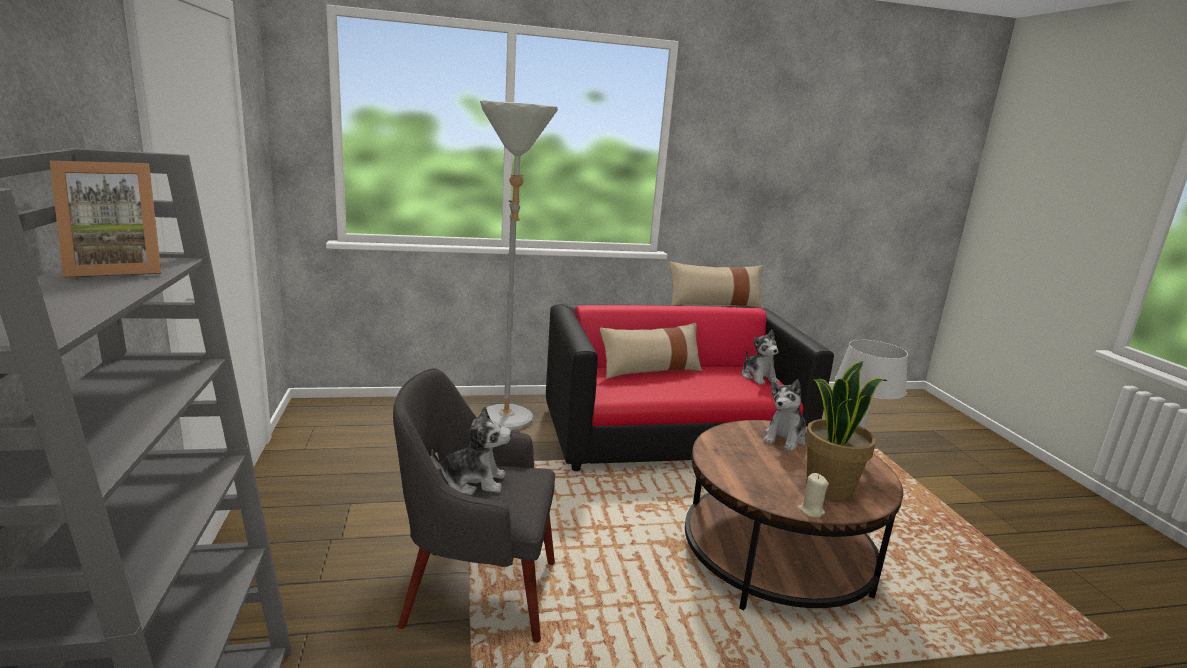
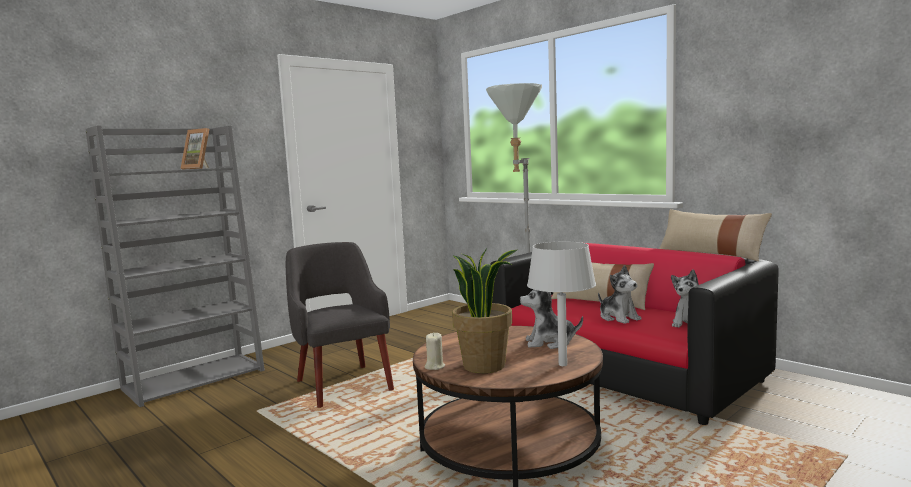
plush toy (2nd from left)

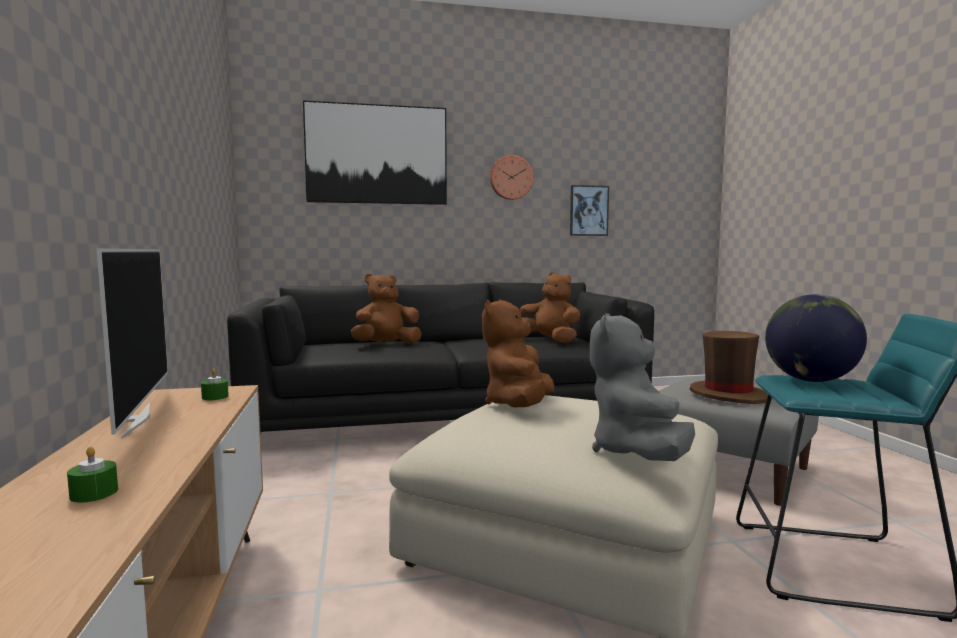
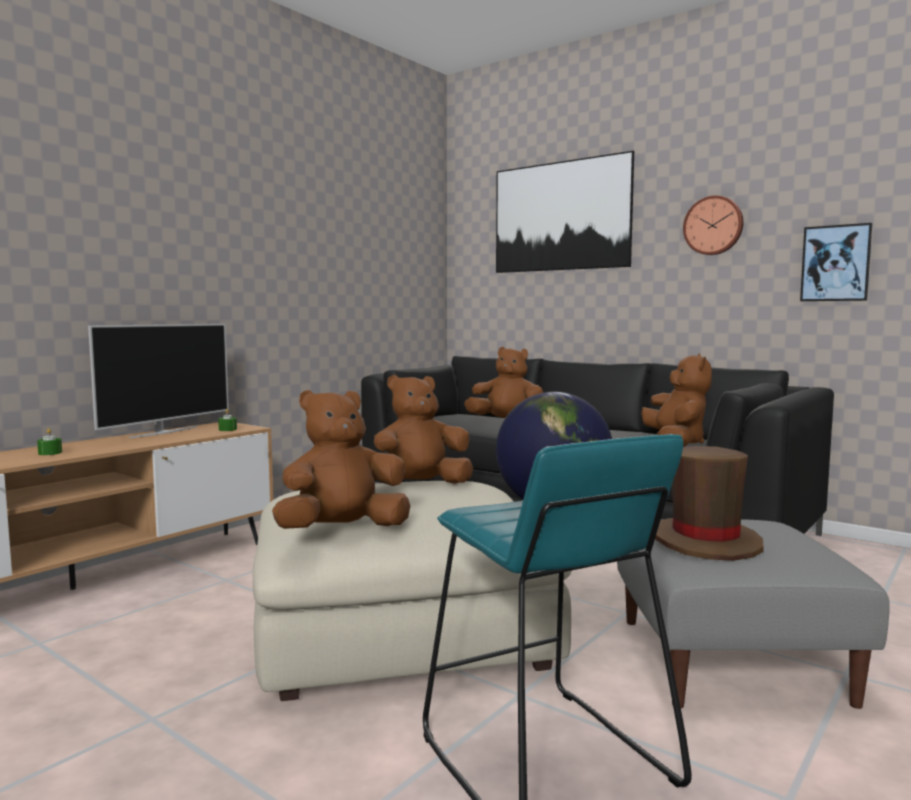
brown plush toy (1st from left)

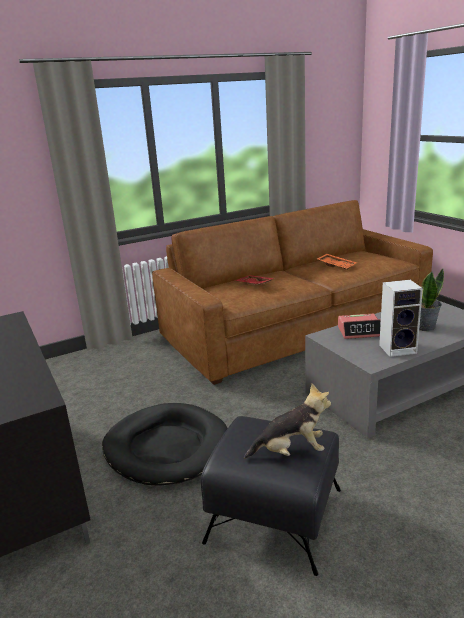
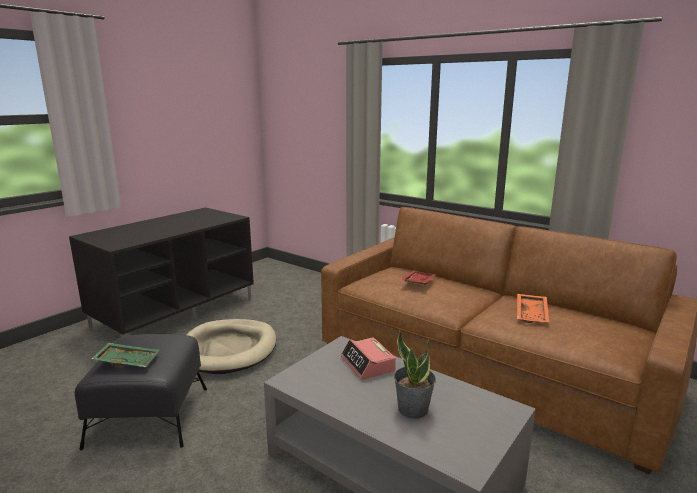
speaker; green tray; beige dog bed

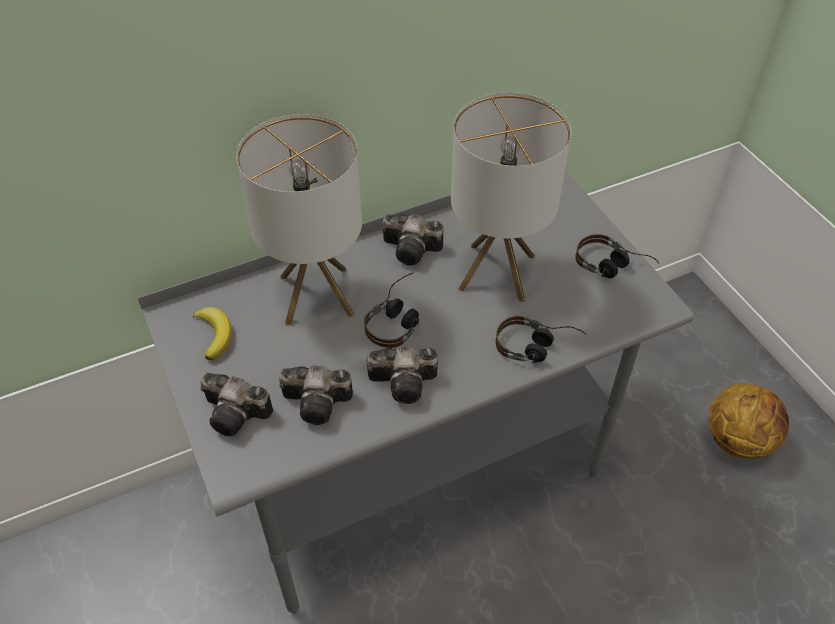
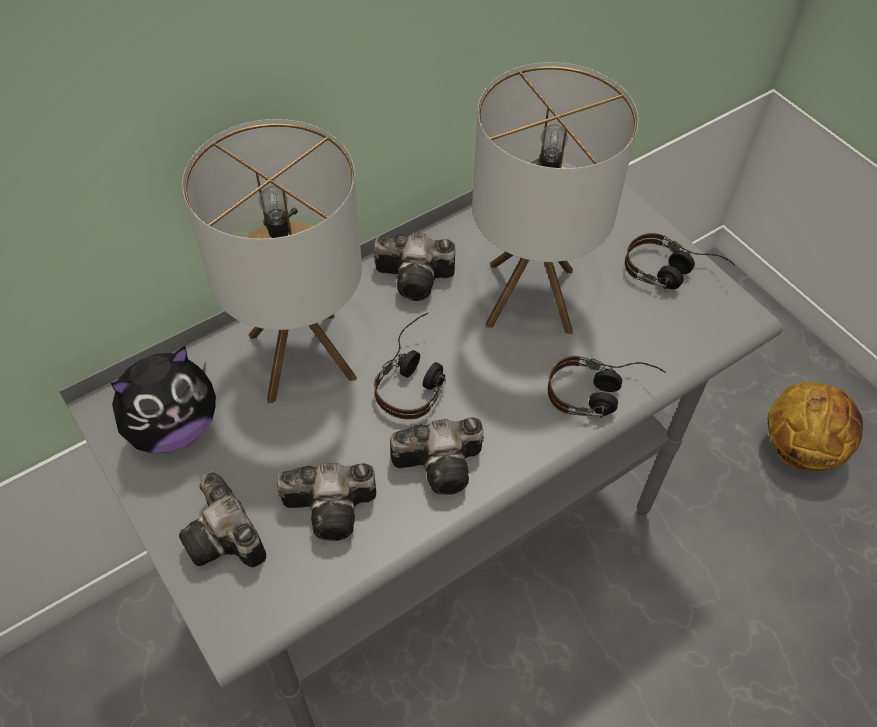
plush toy; photo camera (1st from left)

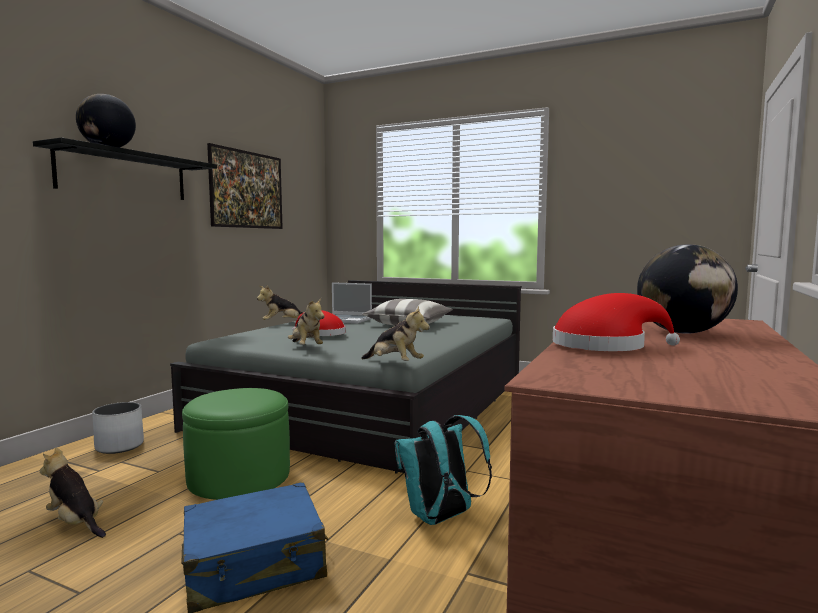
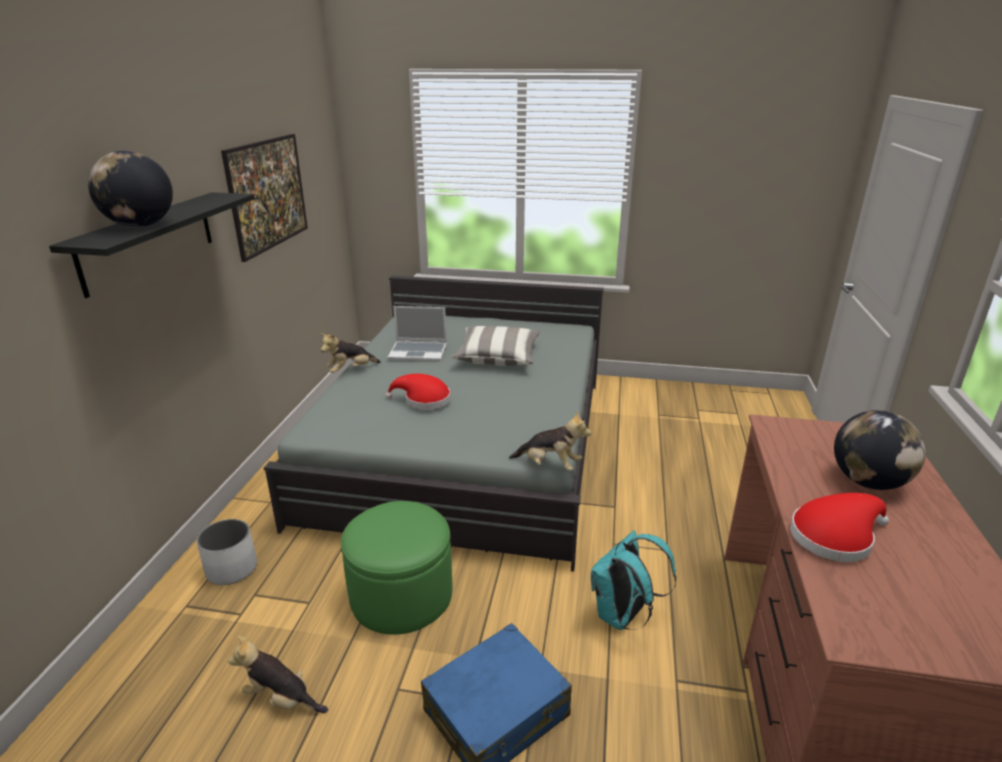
plush toy (3rd from left in the first image)

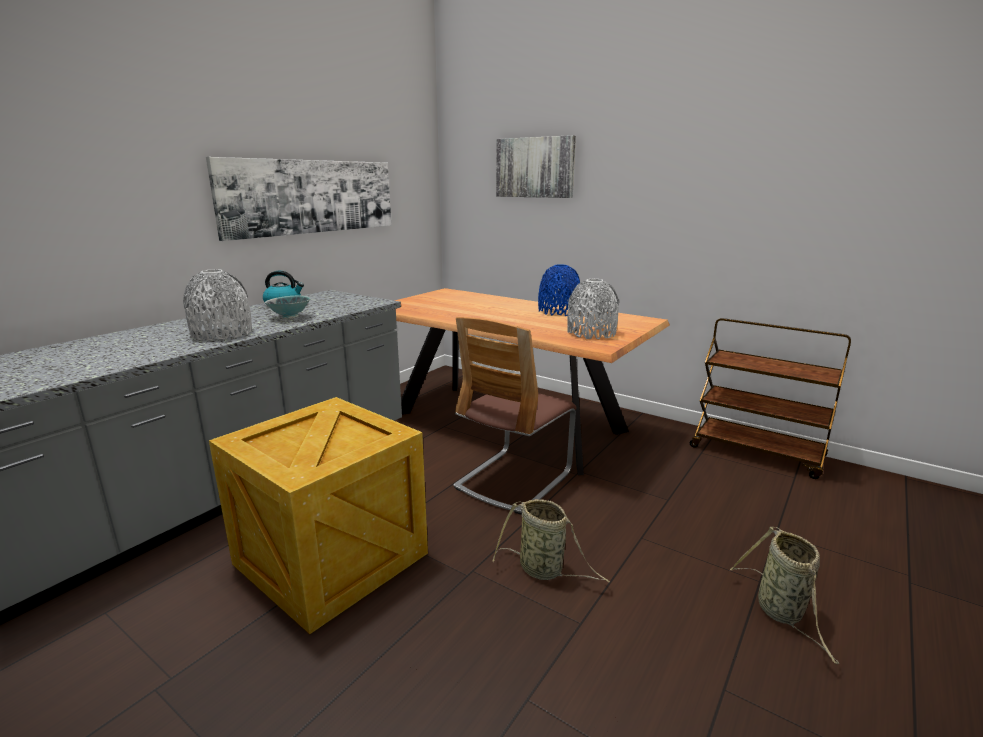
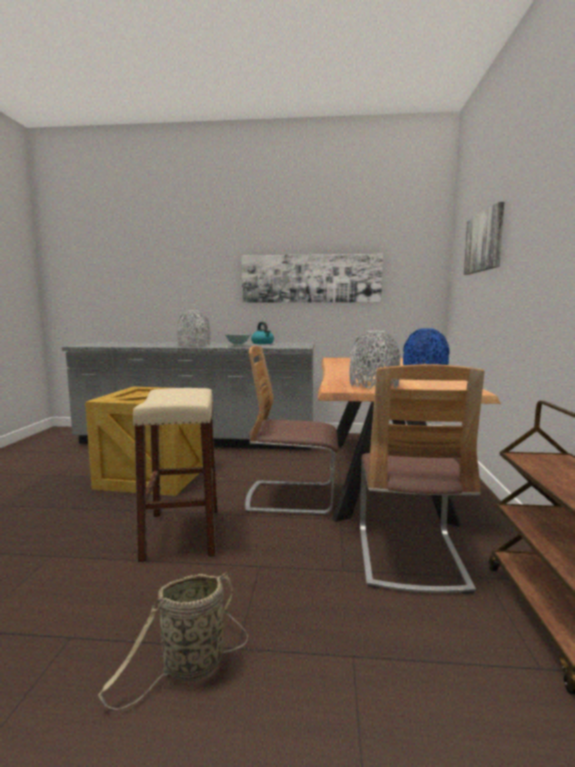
chair (2nd from left); beige stool

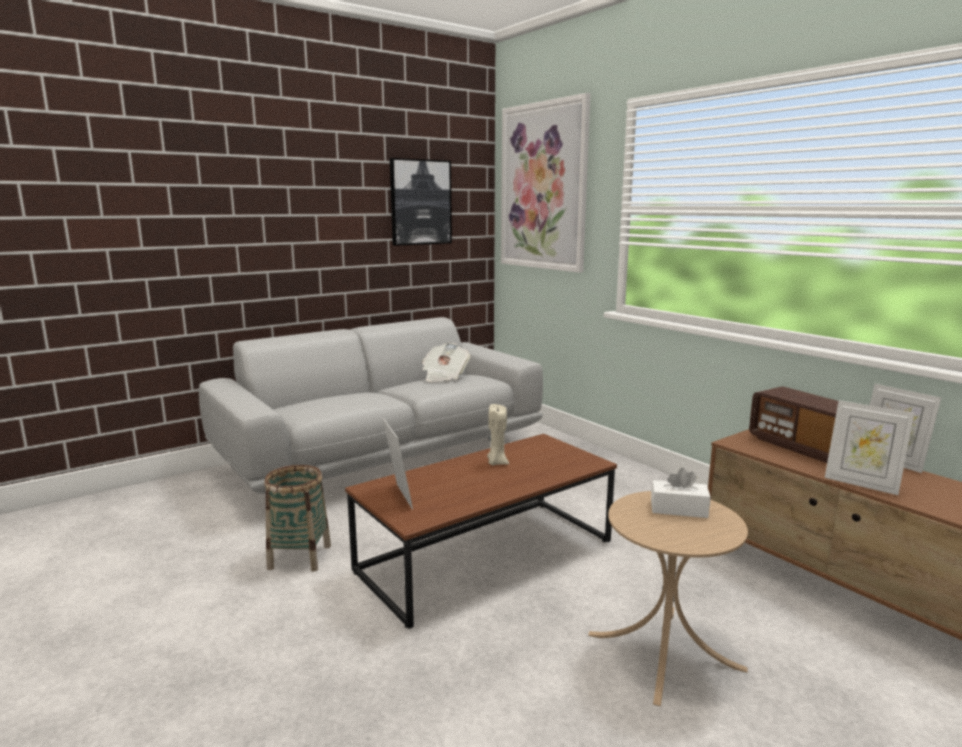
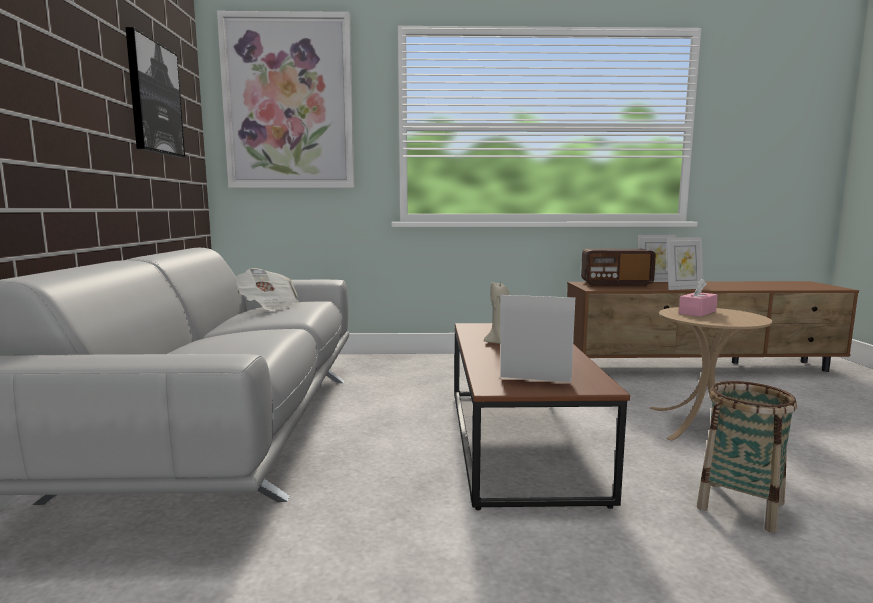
basket; pink tissue box

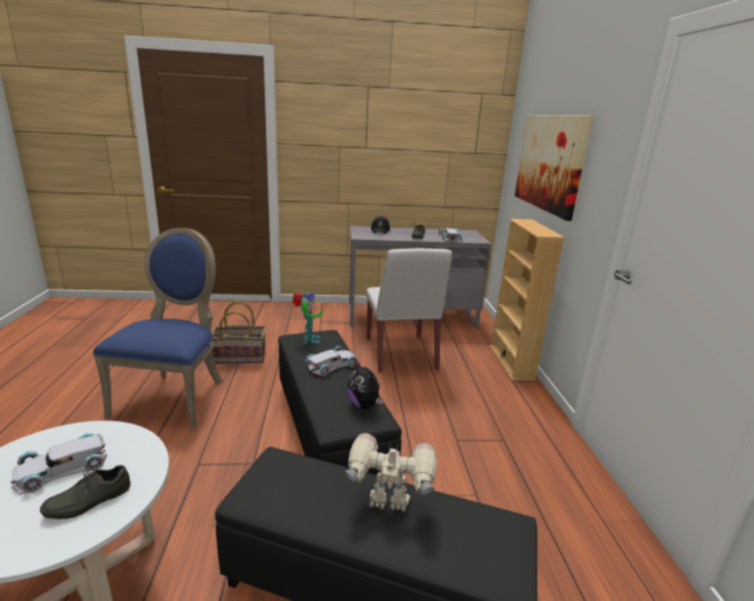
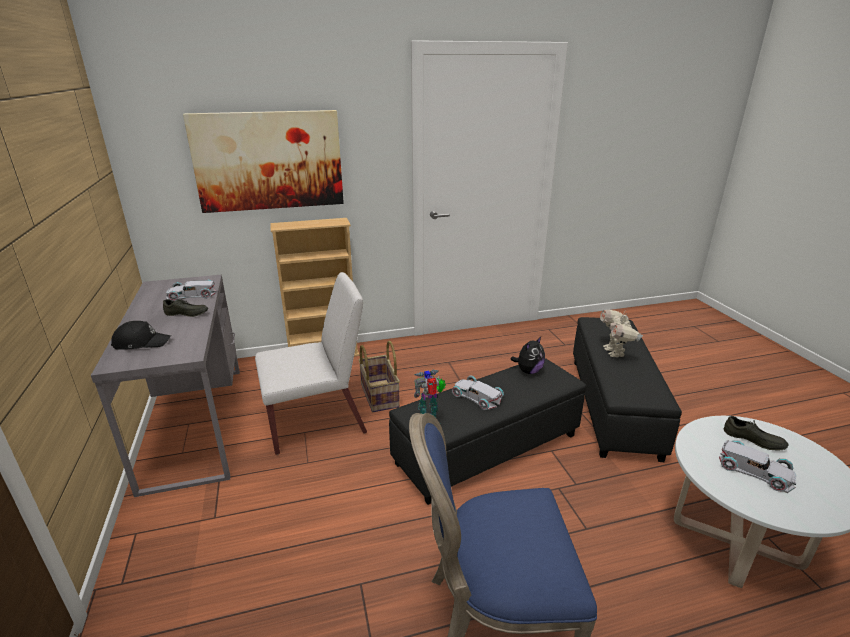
basket

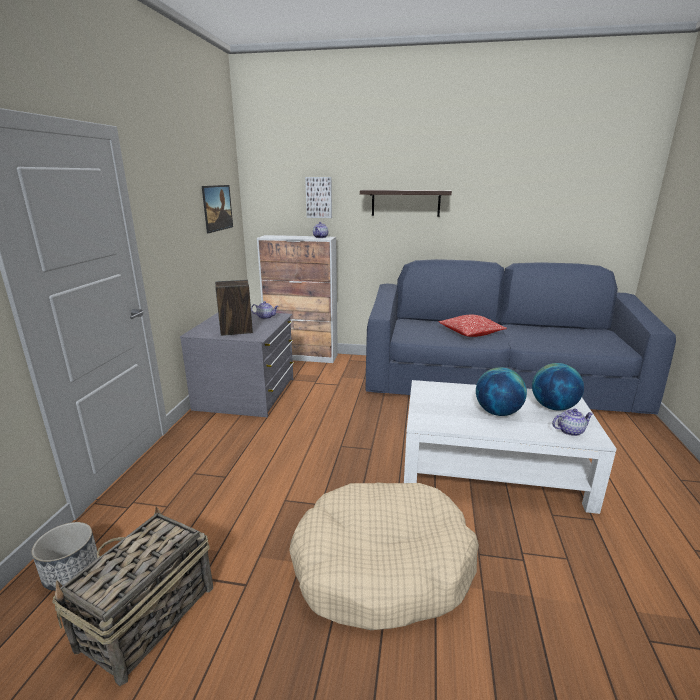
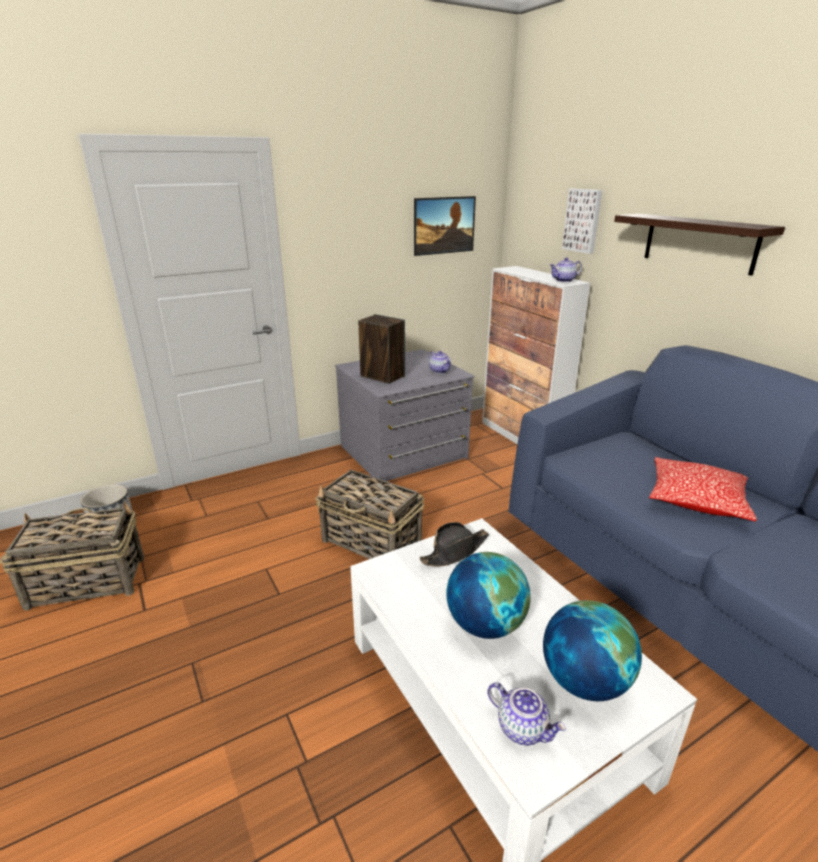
beige dog bed; basket (2nd from left); black hat

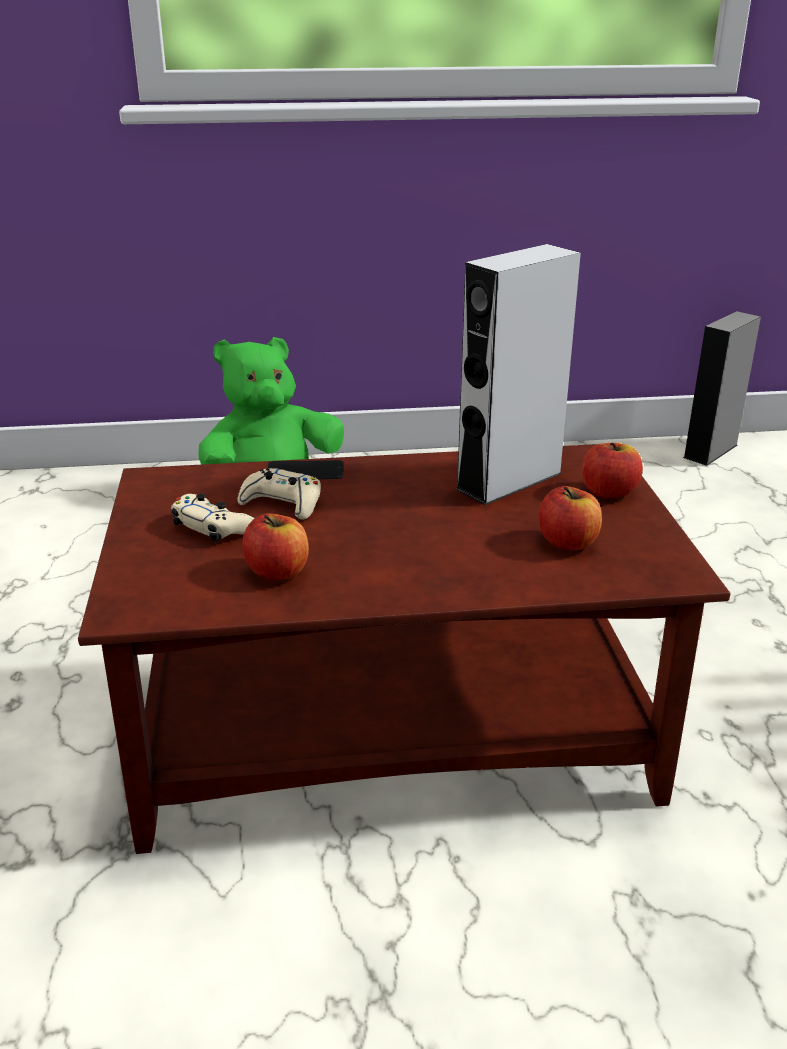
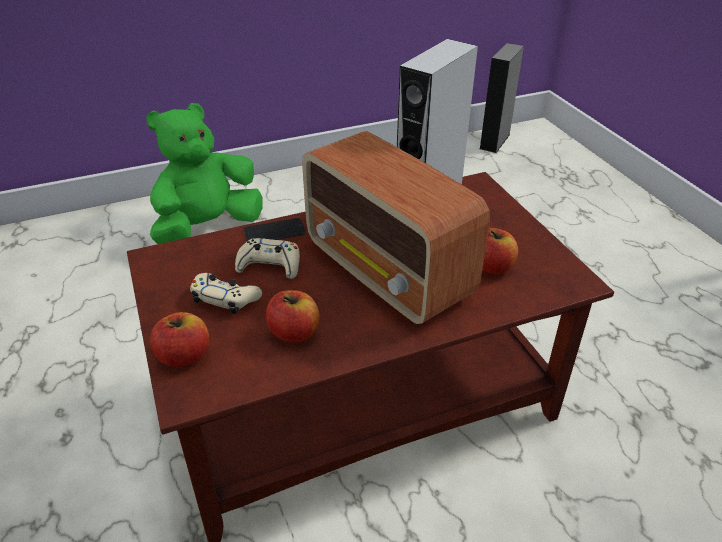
radio; apple (1st from left)

